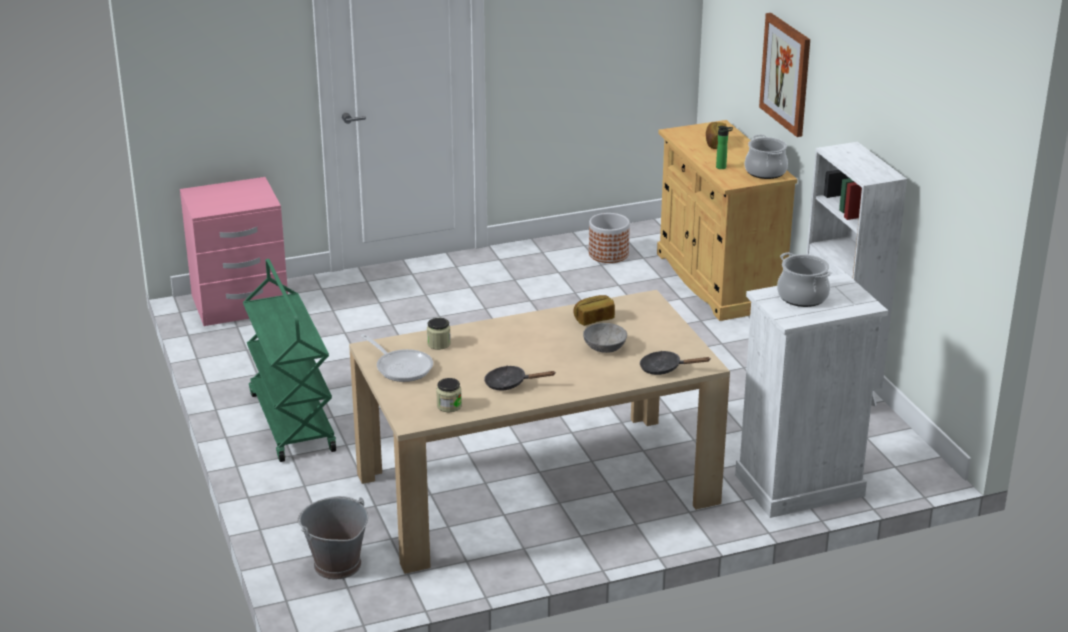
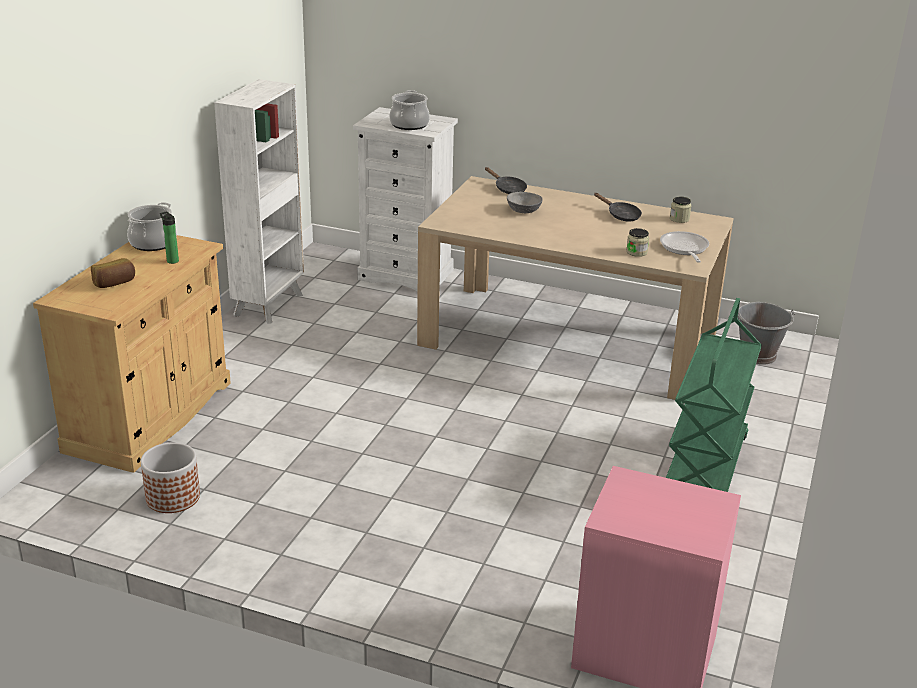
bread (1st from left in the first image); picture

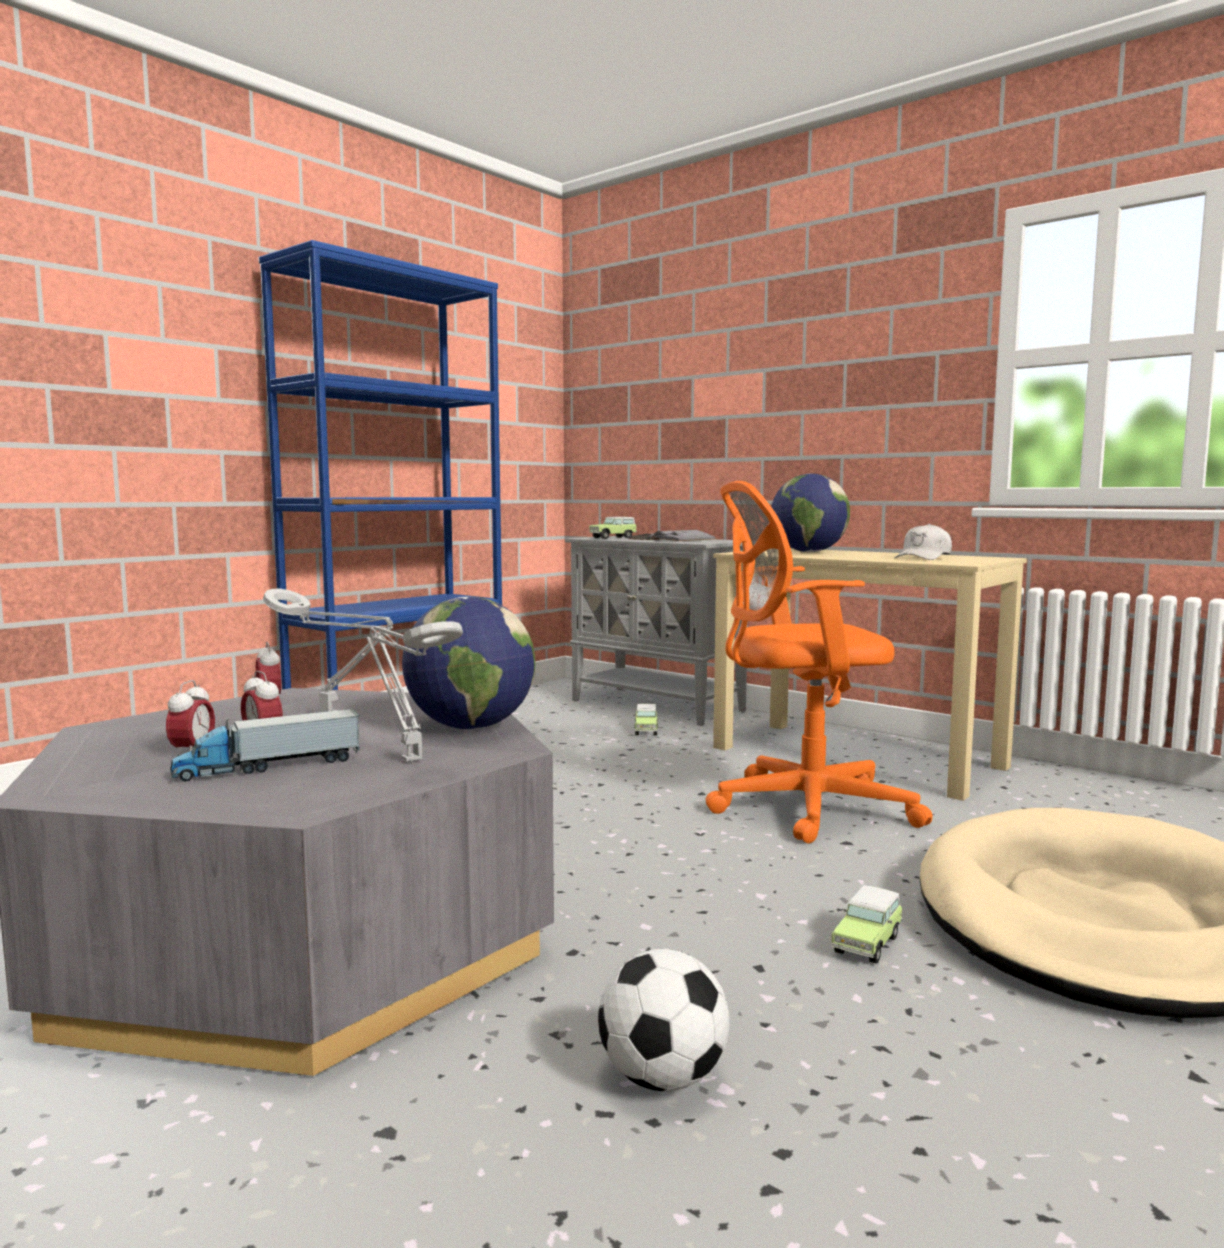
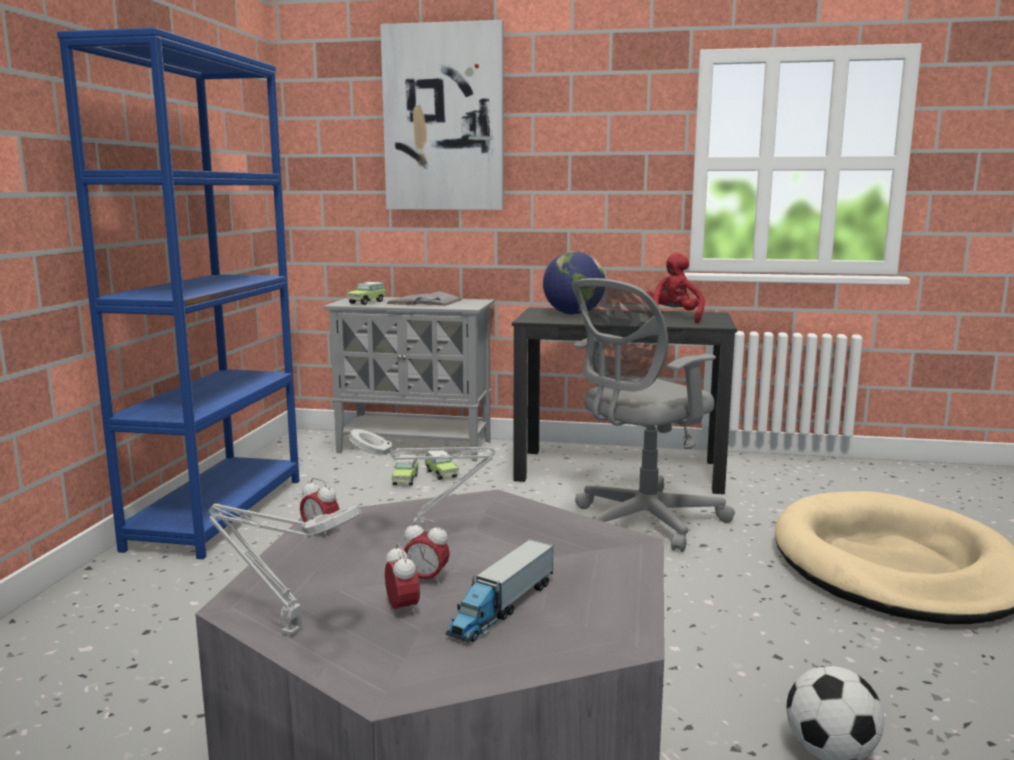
globe (1st from left in the first image); picture; grey table lamp (1st from left); toy car (2nd from left); red plush toy; grey office chair; black desk

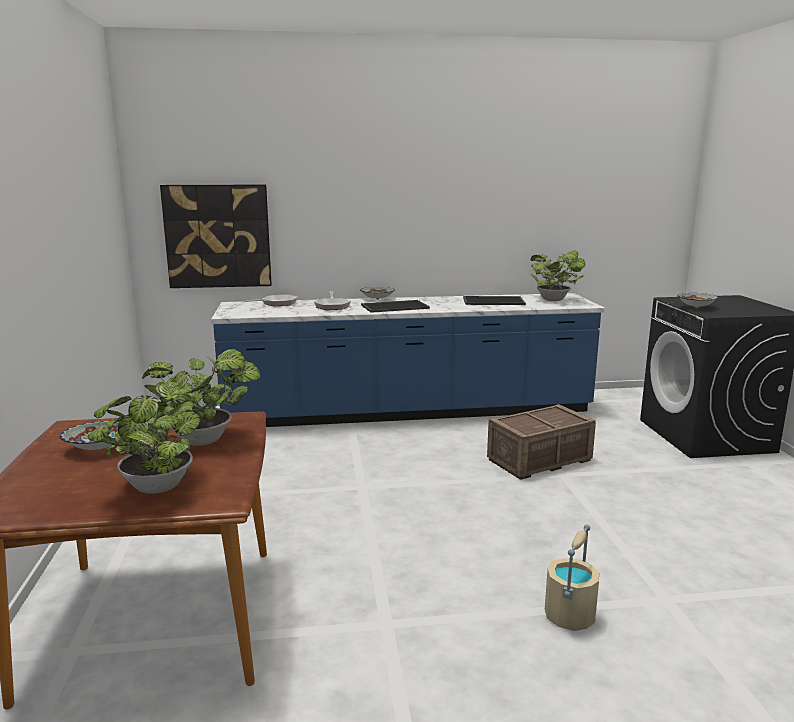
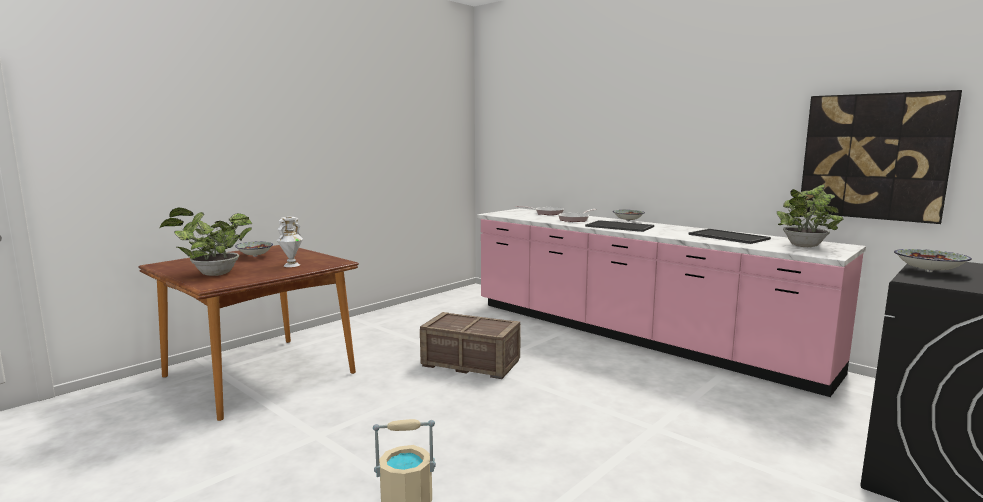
picture; crate; white vase; pink counter

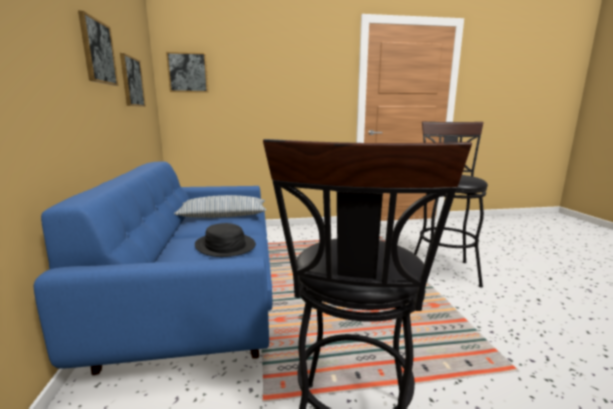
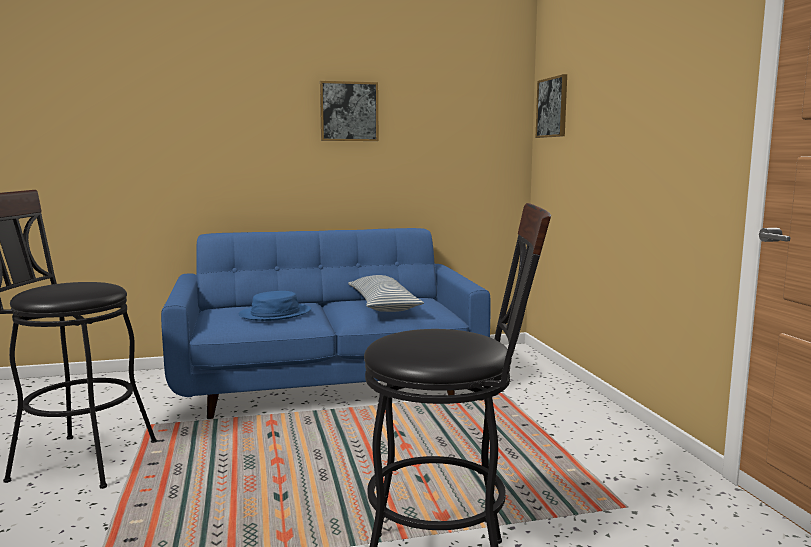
picture (2nd from left in the first image); blue hat

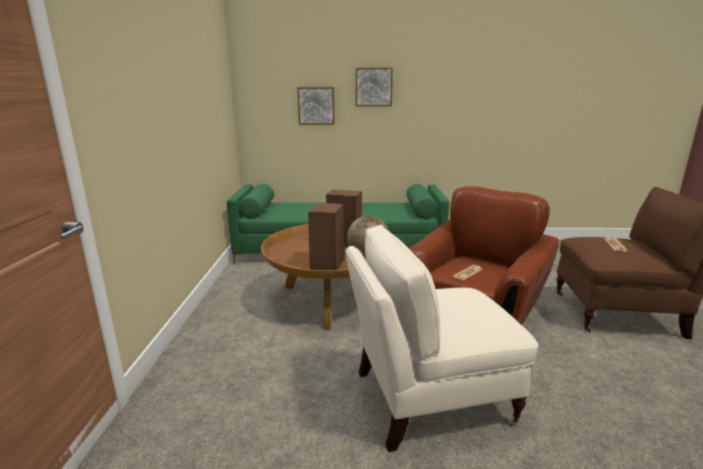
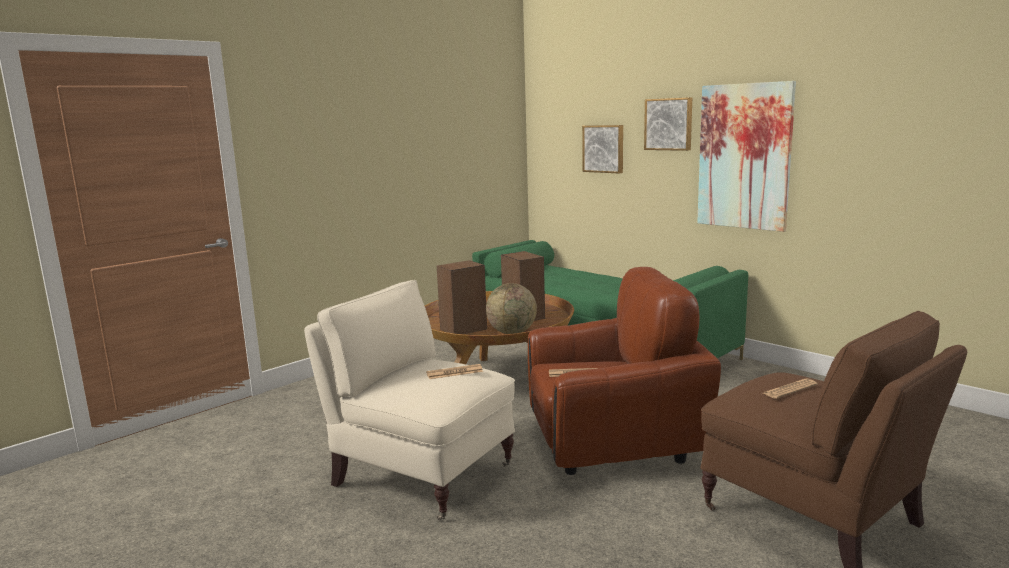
newspaper (1st from left); picture (3rd from left)

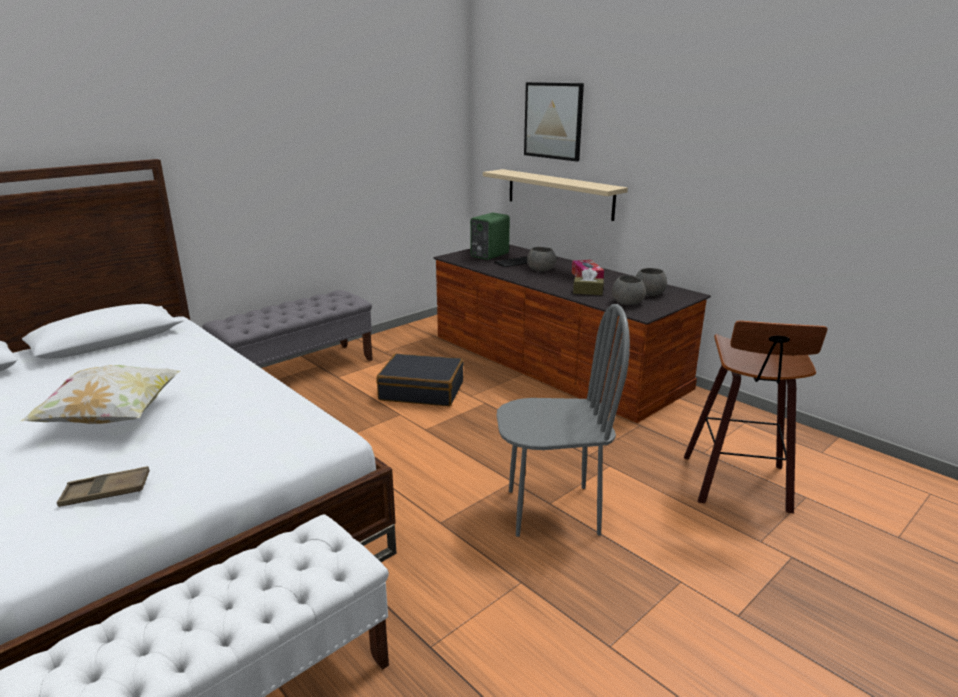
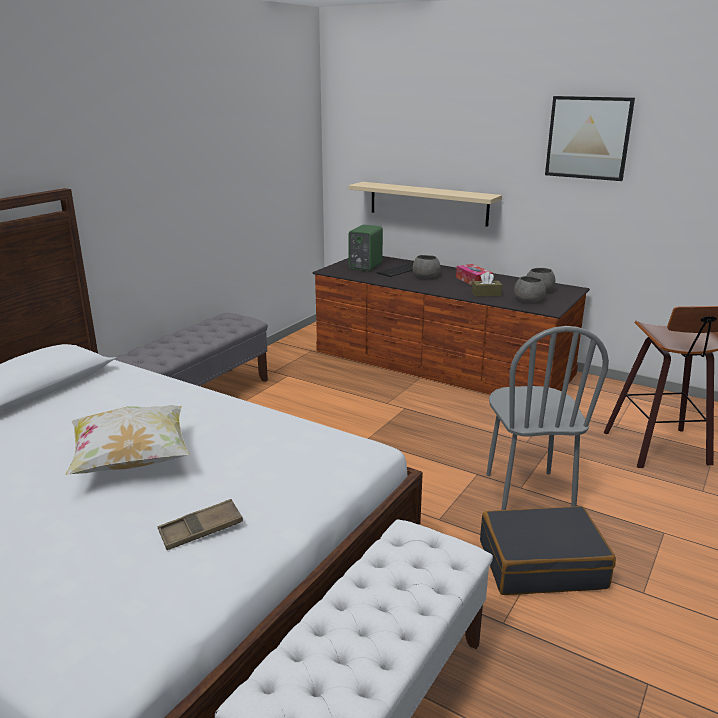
black suitcase; picture; grey chair

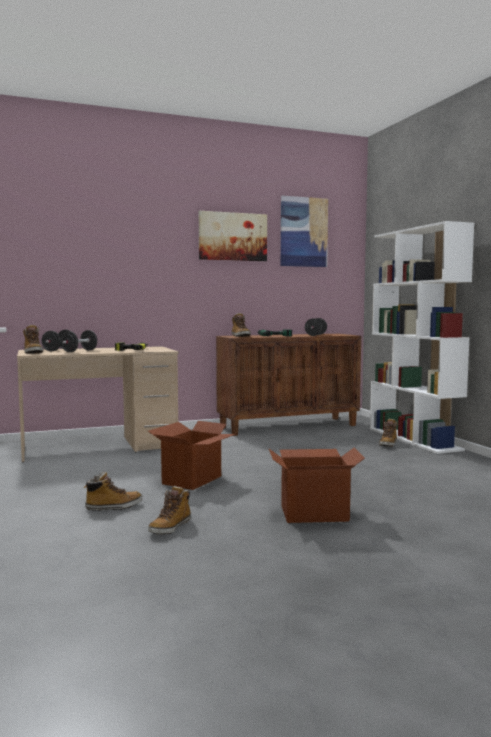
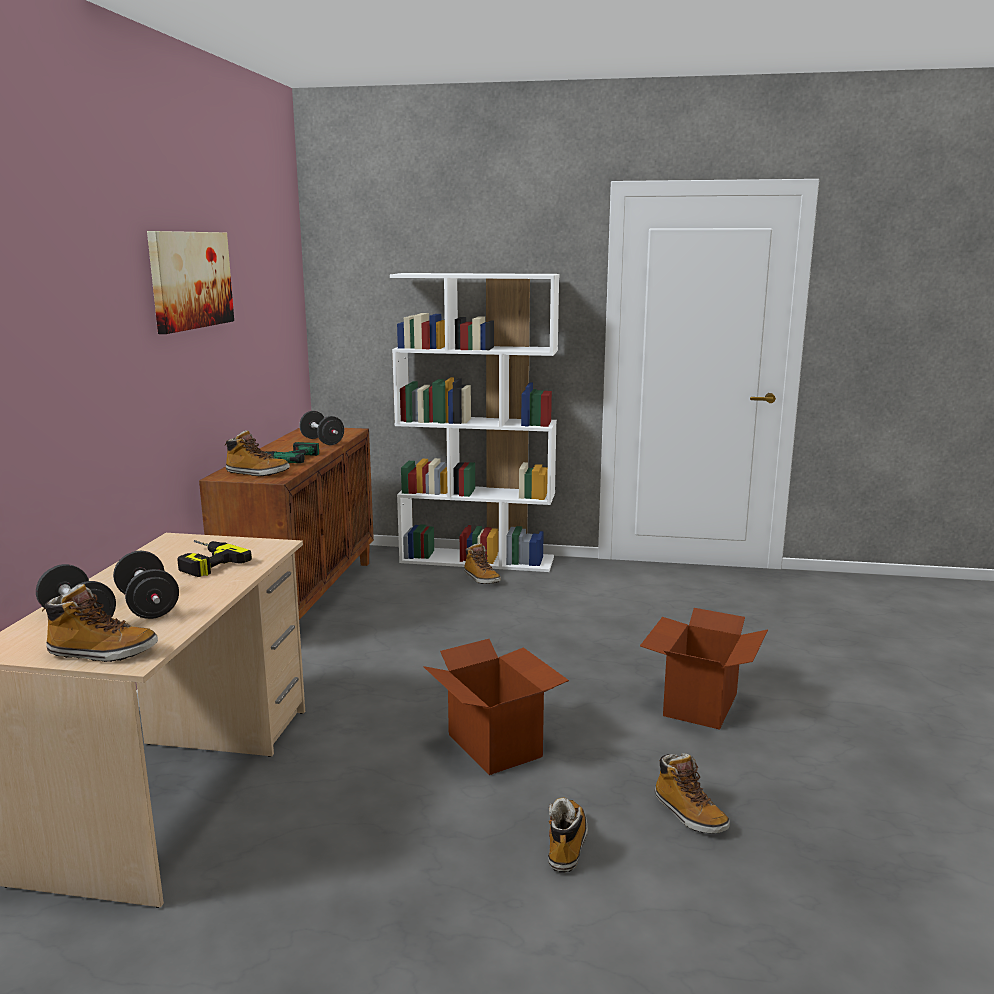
picture (2nd from left in the first image)

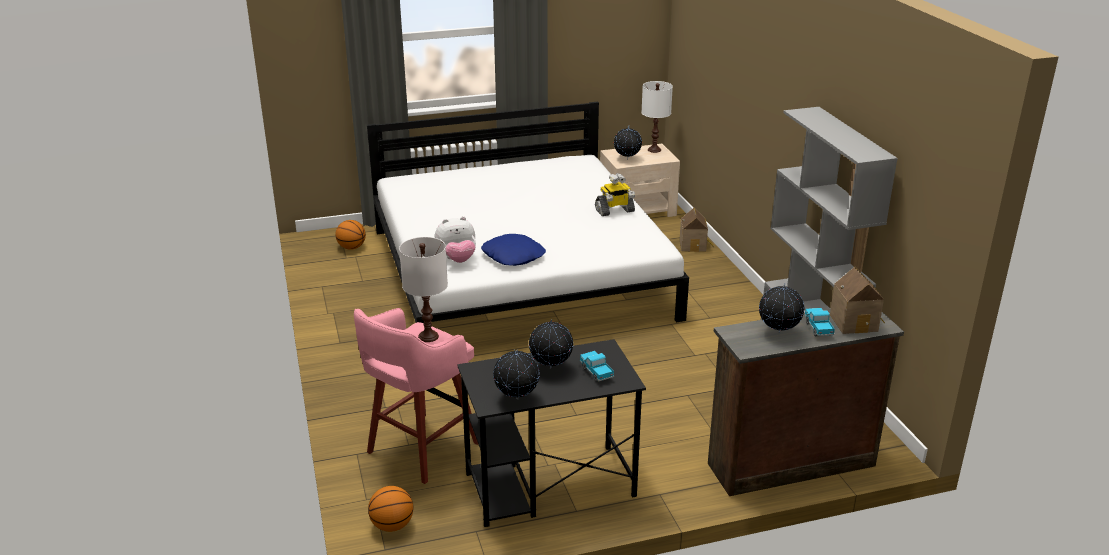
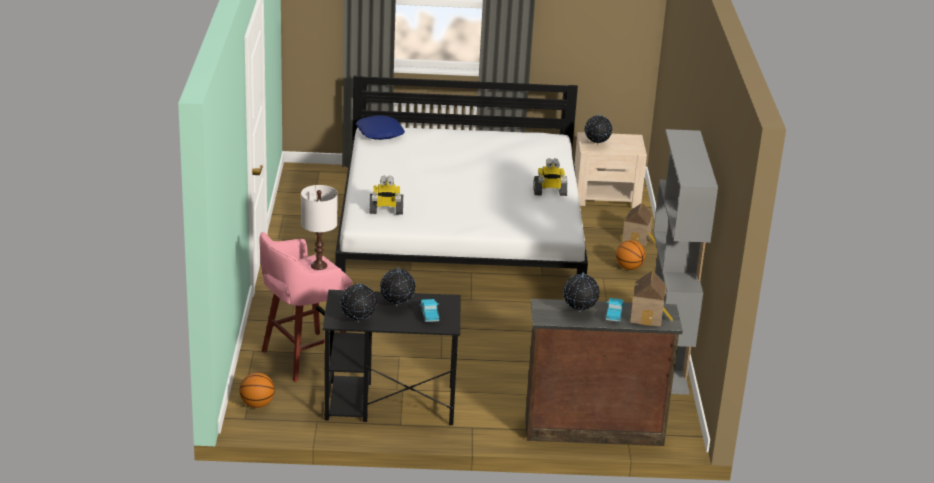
white table lamp (2nd from left in the first image); basketball (2nd from left); blue pillow; toy robot (1st from left)

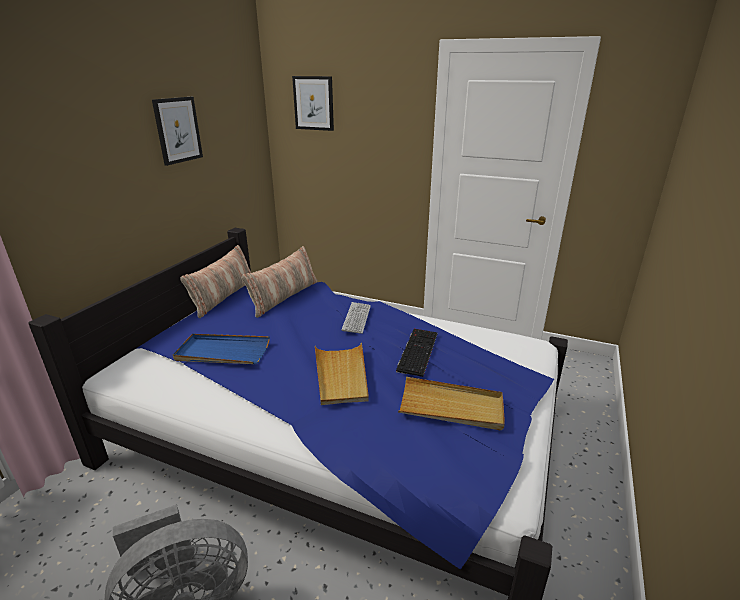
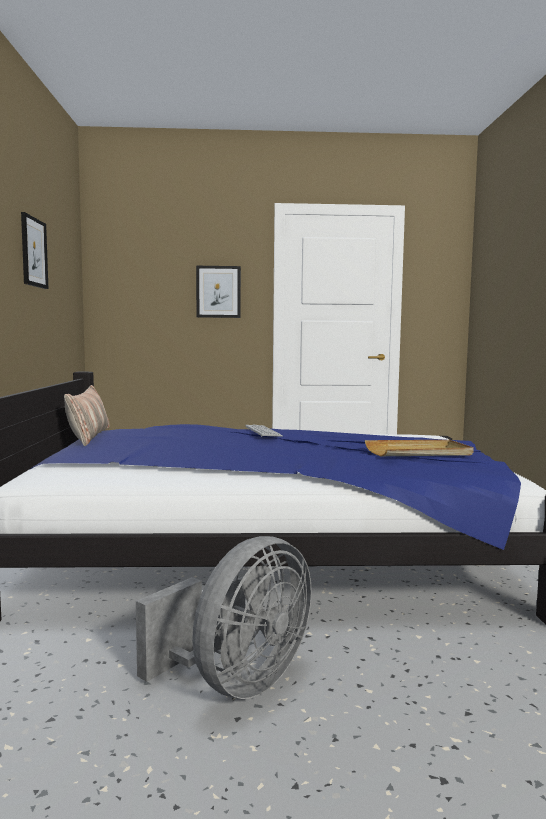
blue tray; pillow (2nd from left in the first image); beige tray (1st from left in the first image); keyboard (2nd from left in the first image); picture (2nd from left)

